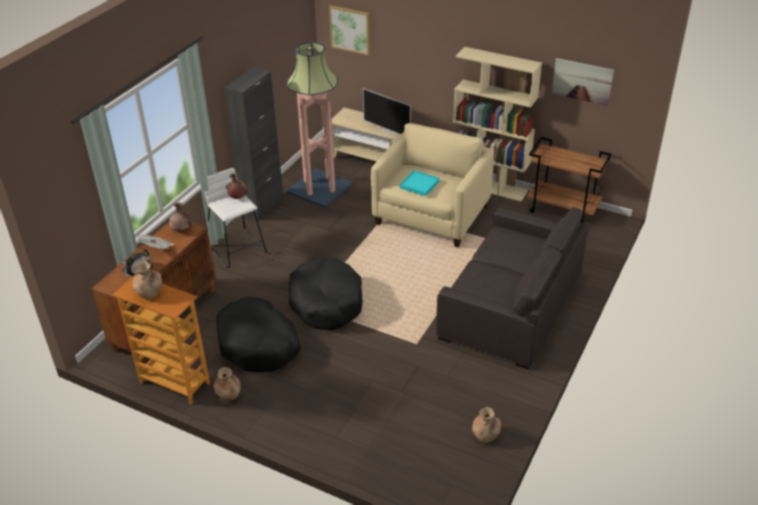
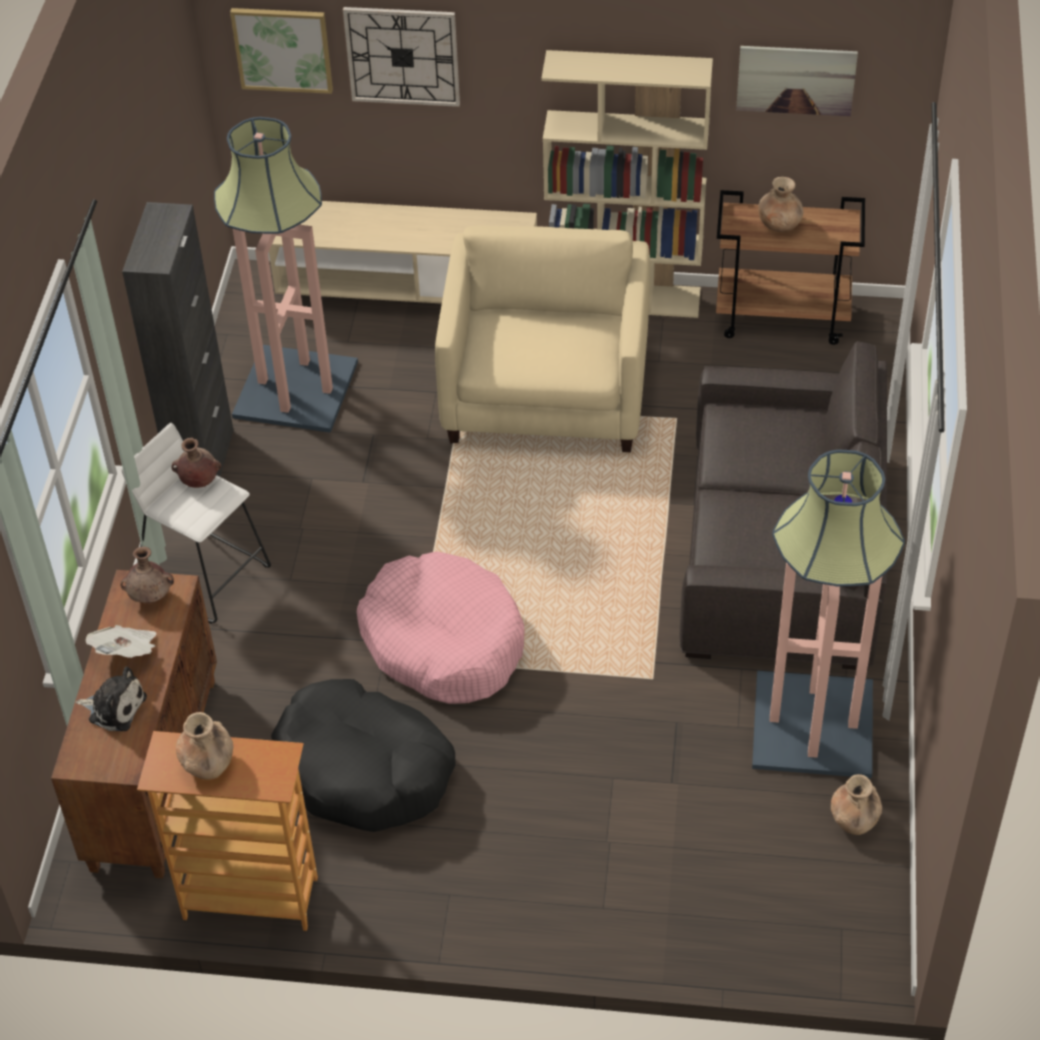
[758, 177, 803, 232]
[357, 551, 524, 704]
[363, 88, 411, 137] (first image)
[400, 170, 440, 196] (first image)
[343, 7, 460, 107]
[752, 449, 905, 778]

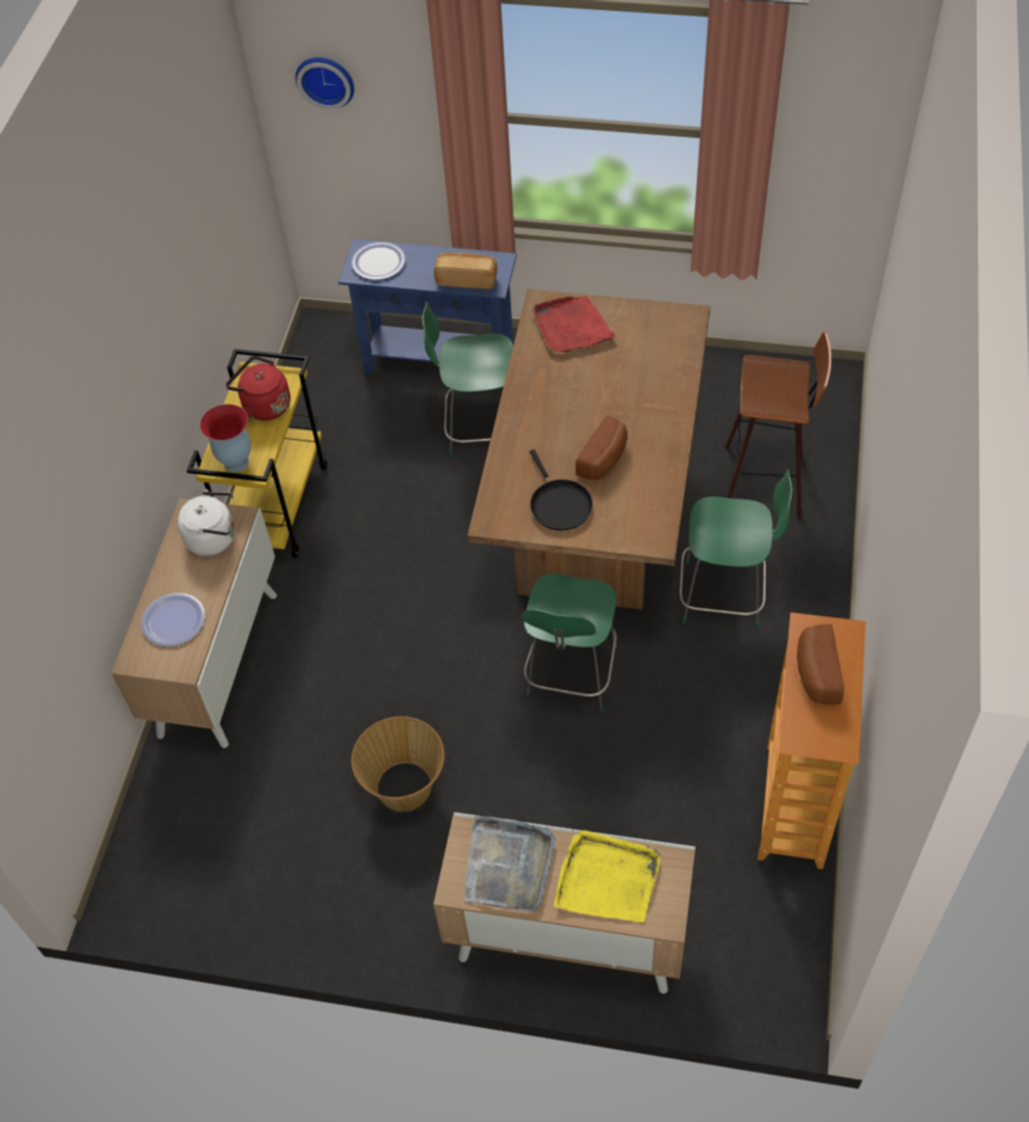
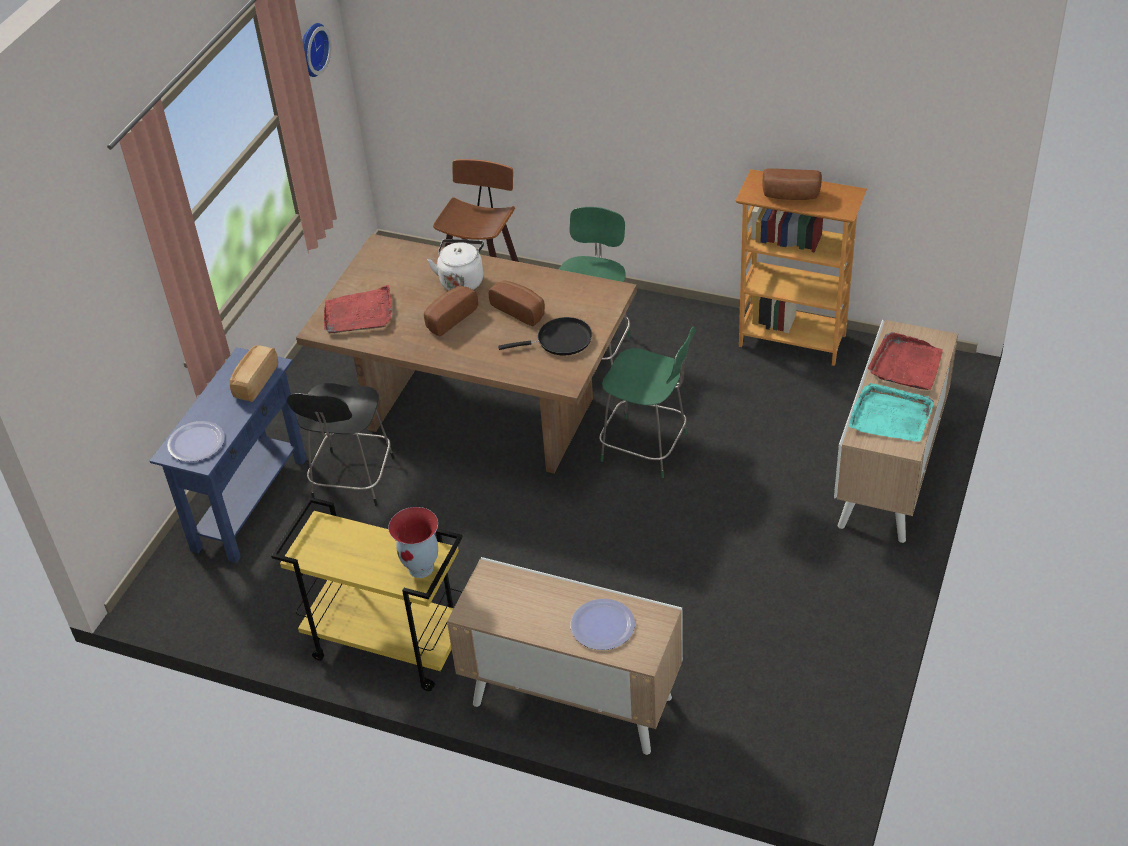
[427, 239, 484, 291]
[226, 356, 291, 421] (first image)
[302, 23, 332, 77]
[351, 716, 445, 811] (first image)
[287, 383, 395, 506]
[849, 383, 934, 442]
[868, 332, 943, 390]
[424, 286, 478, 336]

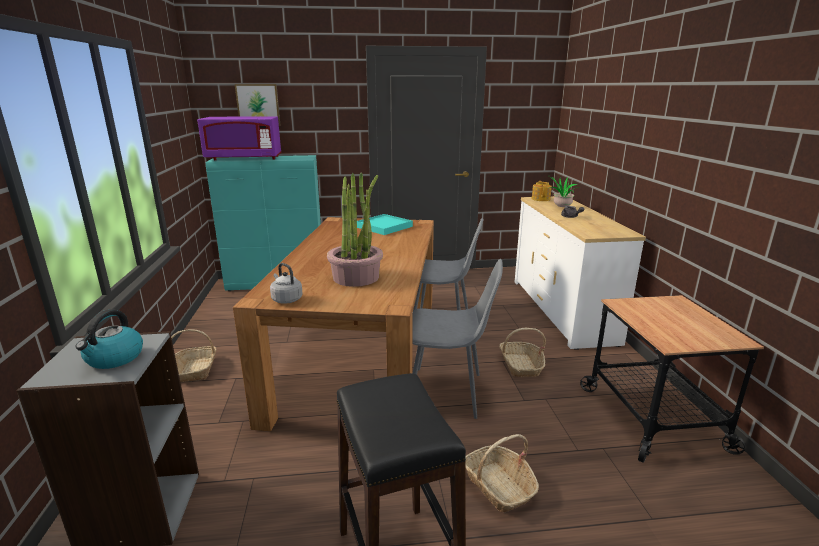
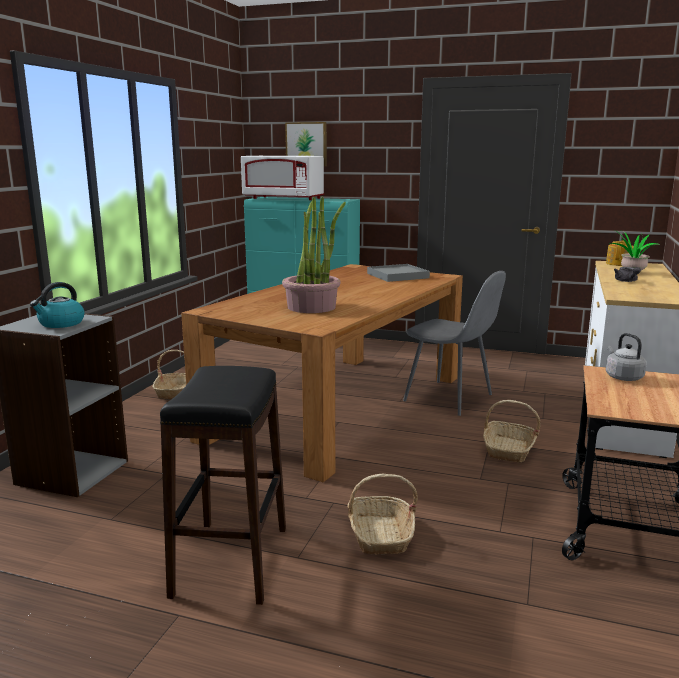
[241, 156, 324, 200]
[606, 333, 647, 381]
[367, 264, 430, 282]
[412, 259, 503, 419] (first image)

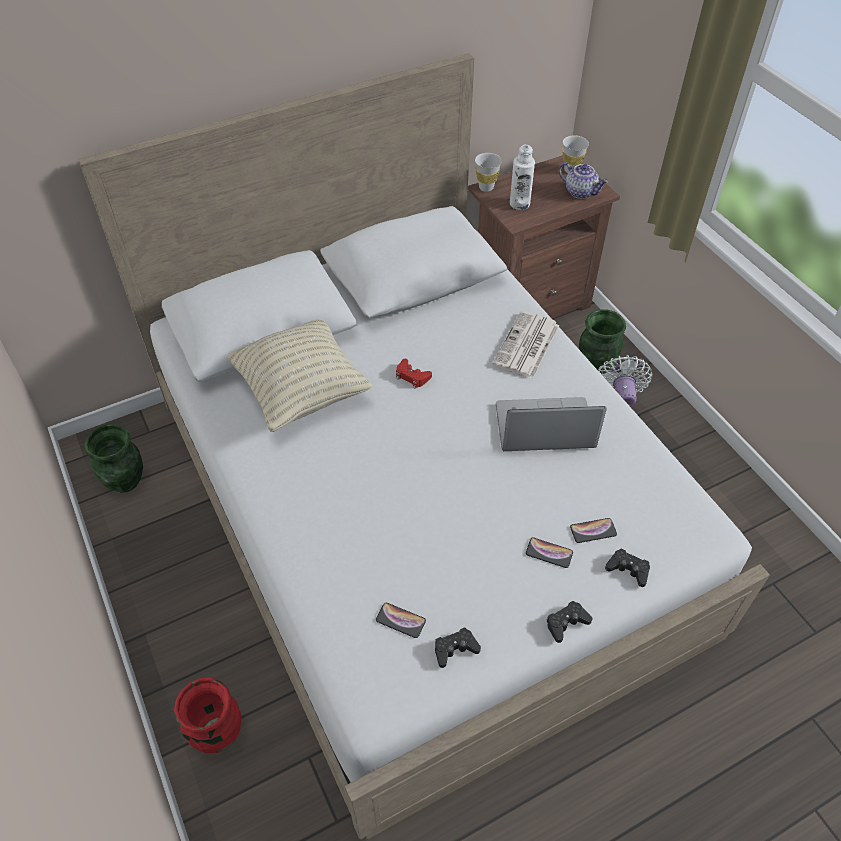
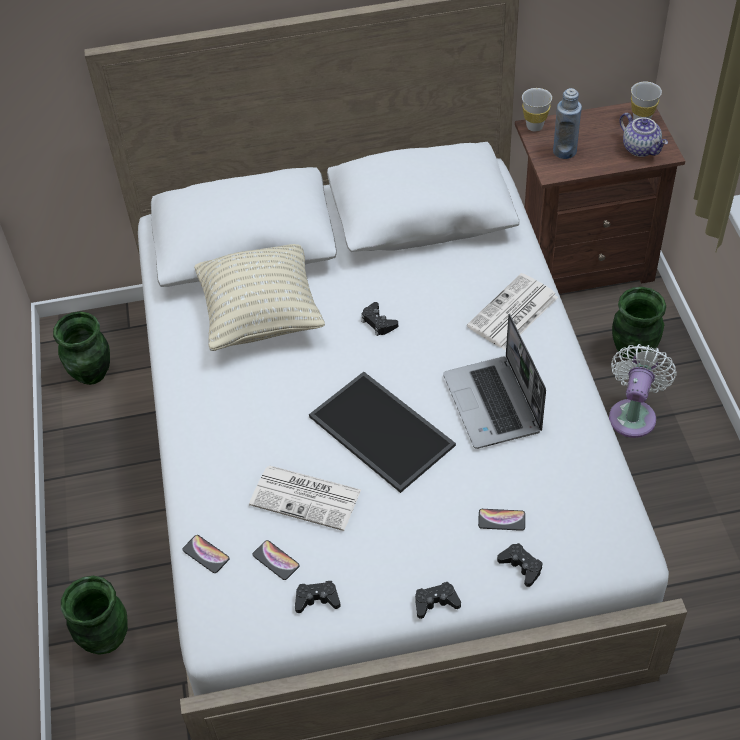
[61, 576, 128, 655]
[361, 302, 398, 336]
[443, 314, 546, 449]
[553, 88, 582, 159]
[182, 535, 230, 573]
[249, 465, 361, 531]
[309, 372, 456, 493]

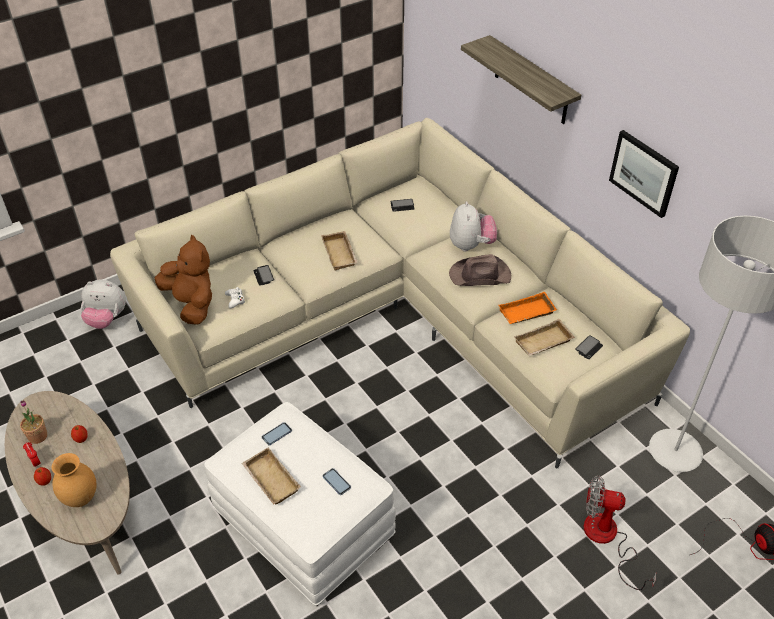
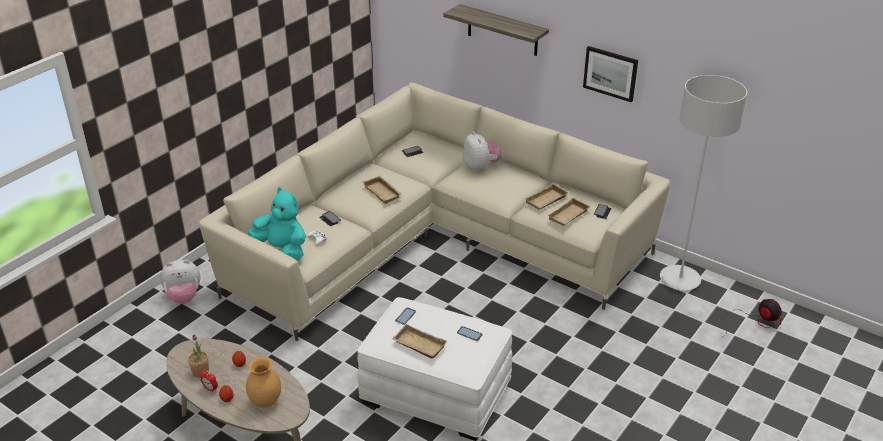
[248, 187, 306, 261]
[449, 254, 511, 286] (first image)
[525, 183, 569, 209]
[583, 476, 656, 590] (first image)

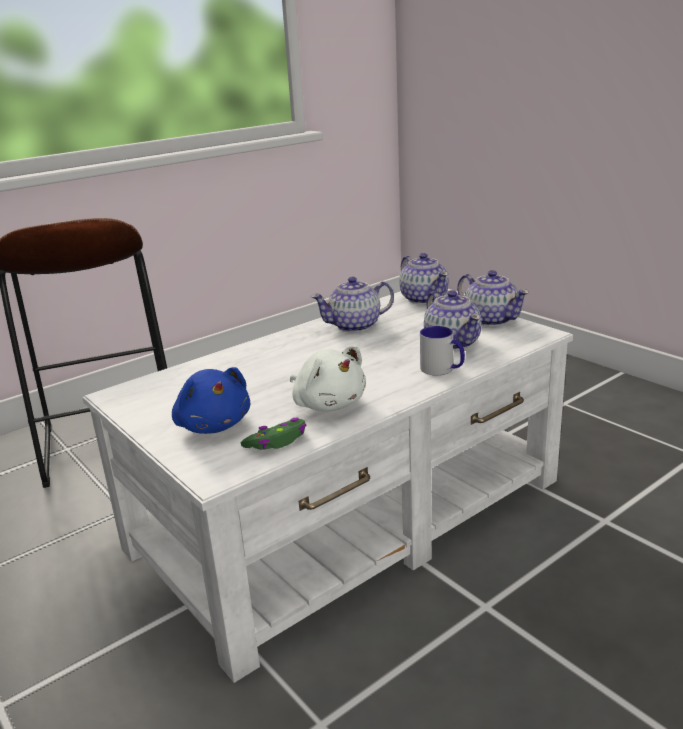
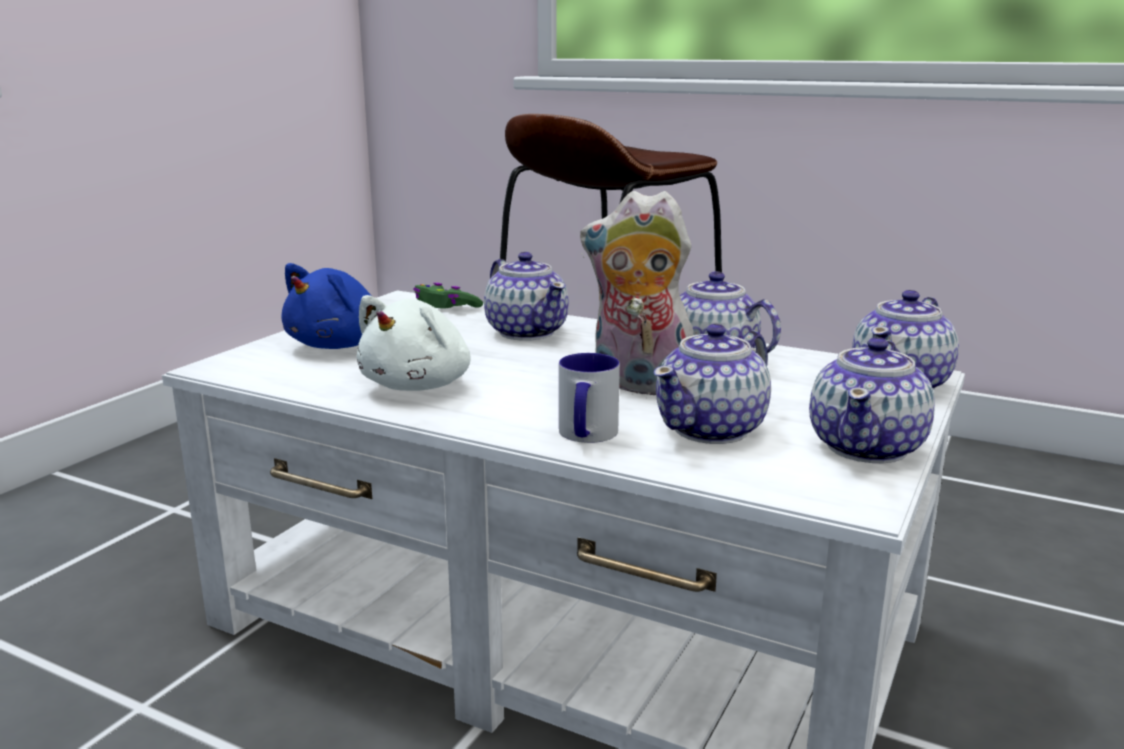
[413, 283, 484, 309]
[484, 252, 569, 341]
[580, 191, 694, 395]

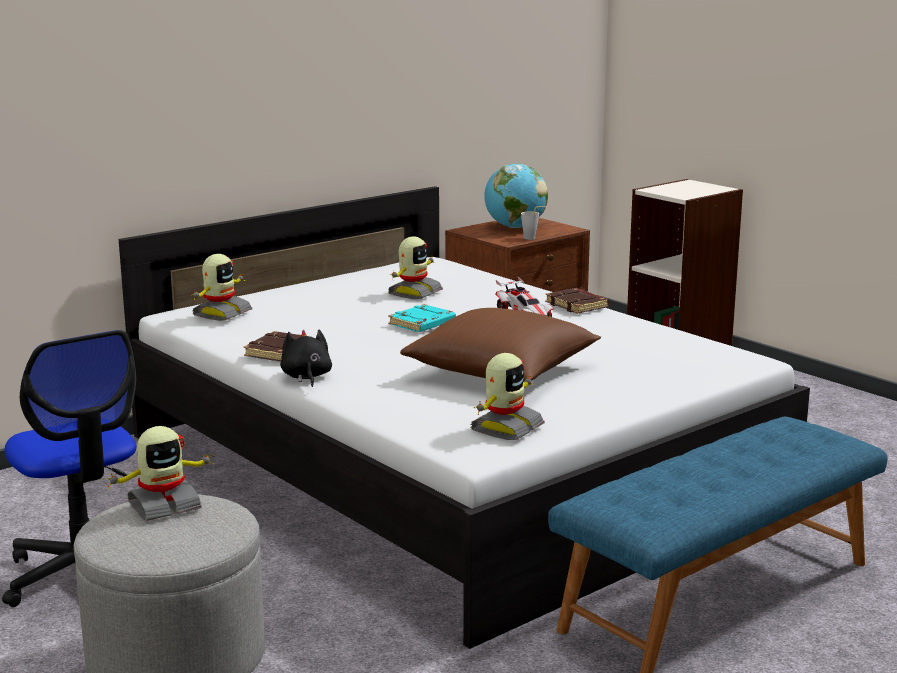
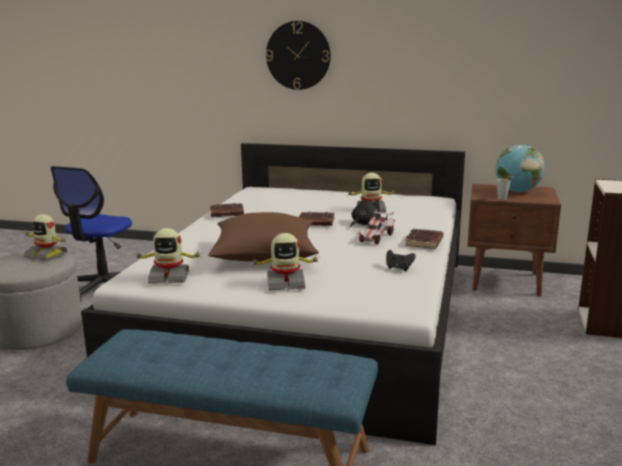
[250, 233, 320, 291]
[350, 197, 381, 227]
[299, 212, 335, 226]
[266, 21, 331, 90]
[386, 250, 416, 271]

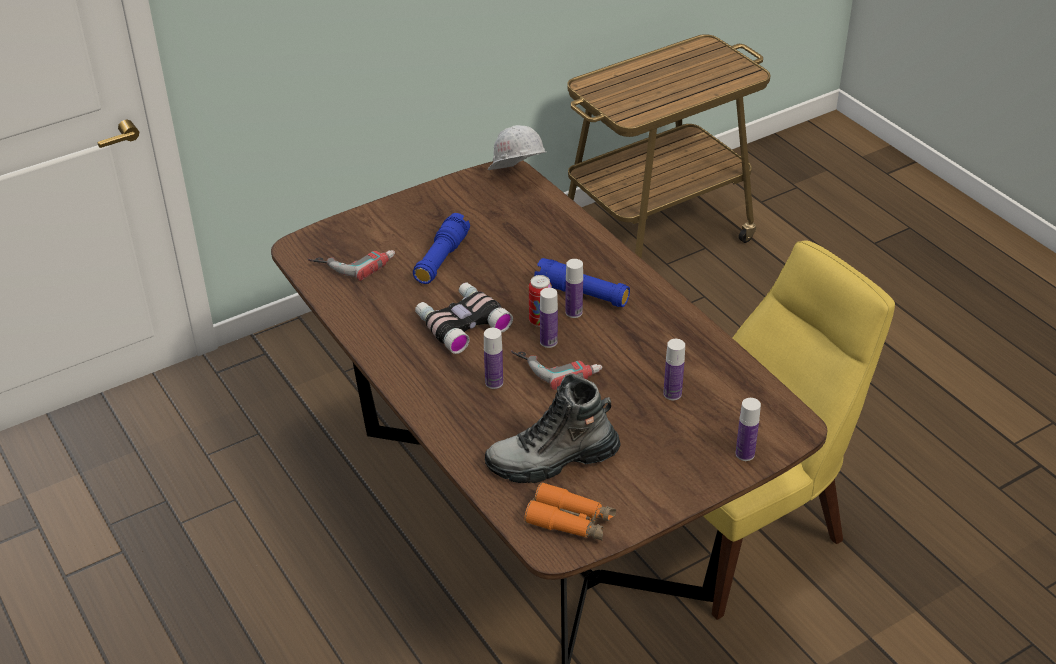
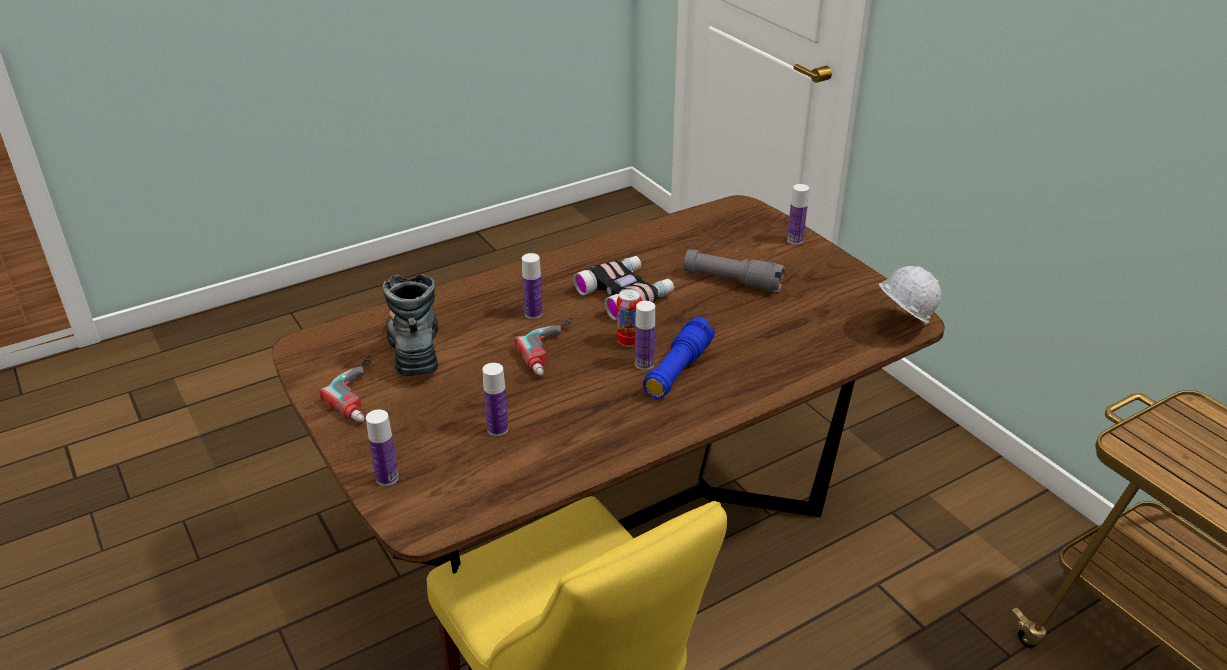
[319, 355, 371, 422]
[684, 249, 785, 292]
[525, 482, 616, 541] (first image)
[787, 184, 809, 244]

